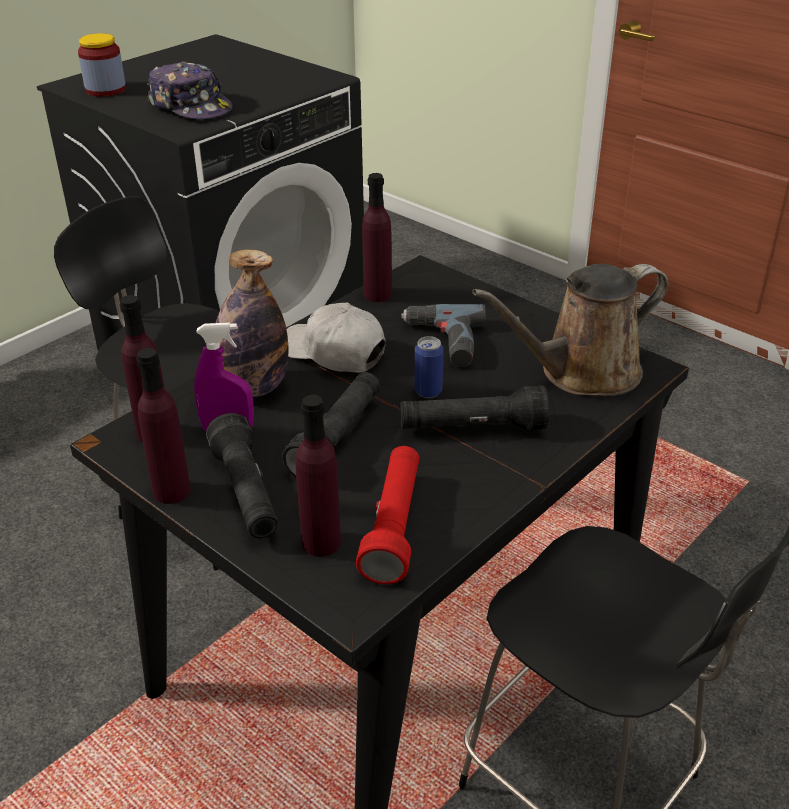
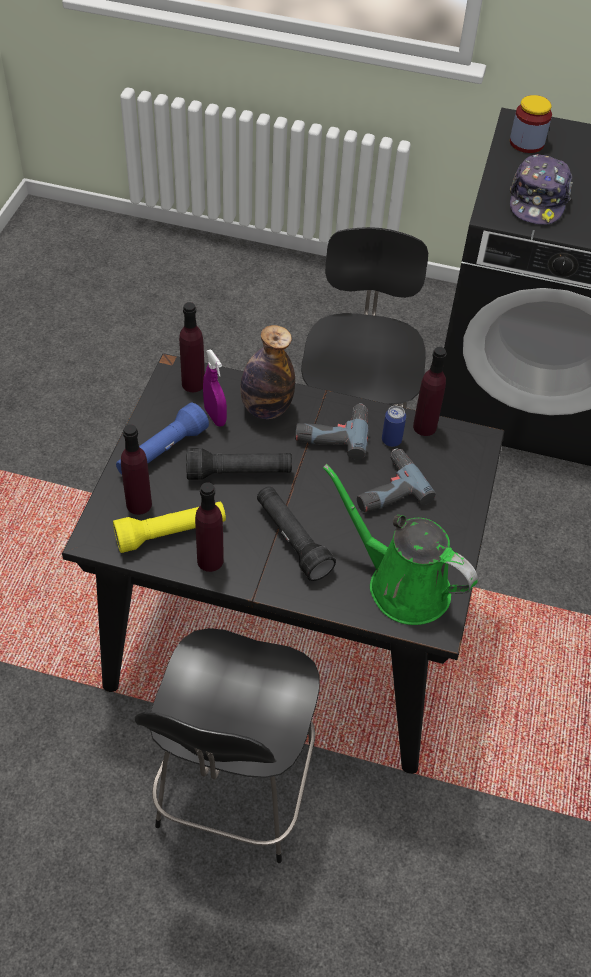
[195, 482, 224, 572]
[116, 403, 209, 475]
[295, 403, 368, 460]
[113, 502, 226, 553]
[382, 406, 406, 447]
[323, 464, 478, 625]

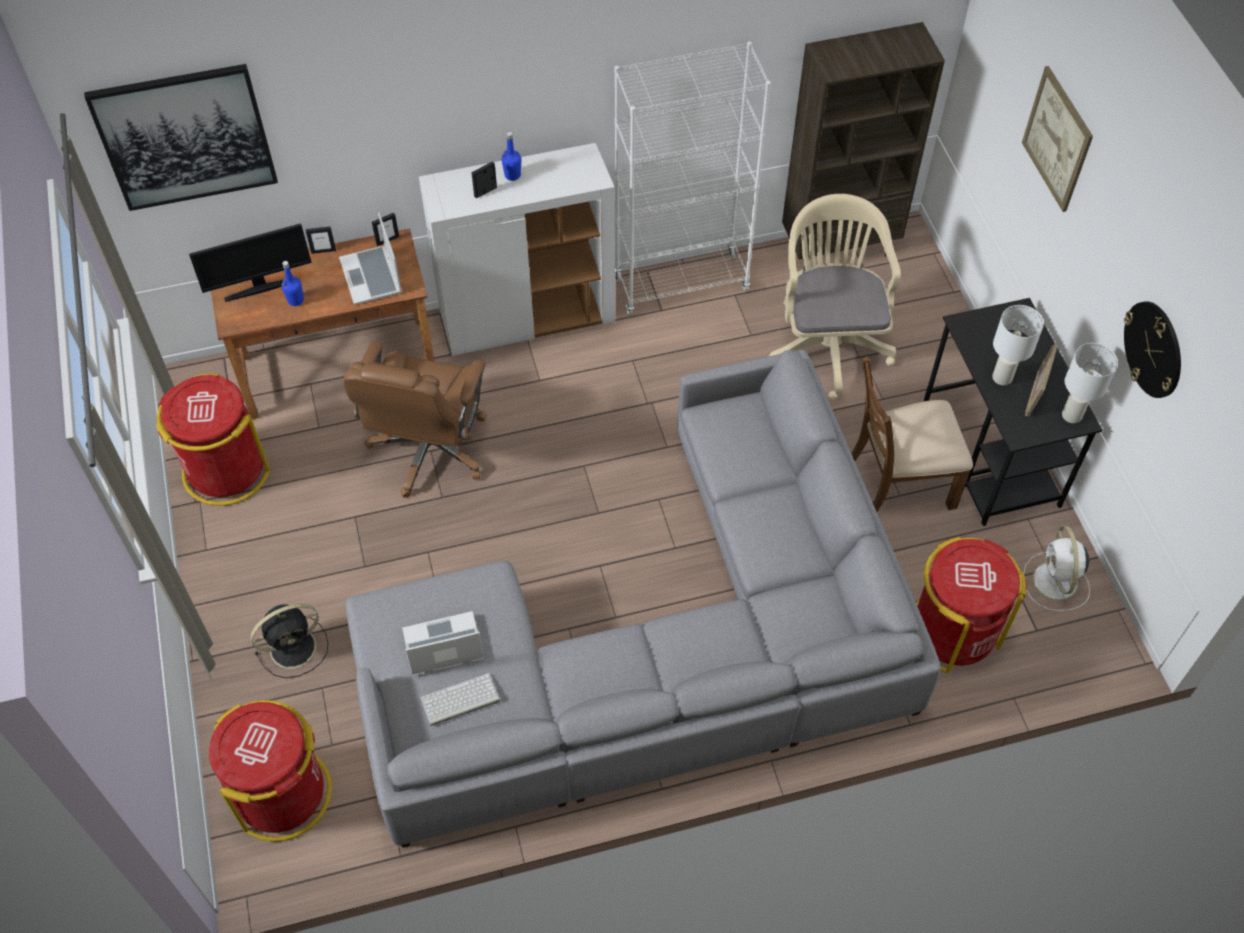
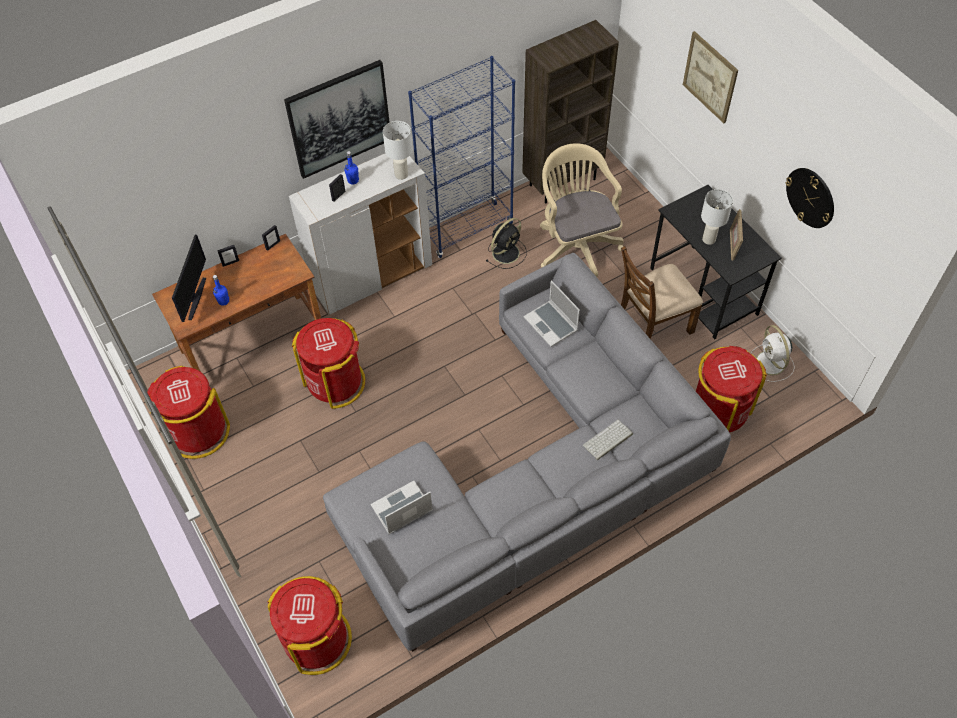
[284, 60, 390, 179]
[172, 235, 206, 322]
[486, 218, 527, 269]
[524, 280, 580, 347]
[292, 318, 365, 409]
[583, 420, 633, 460]
[408, 56, 515, 258]
[383, 121, 413, 180]

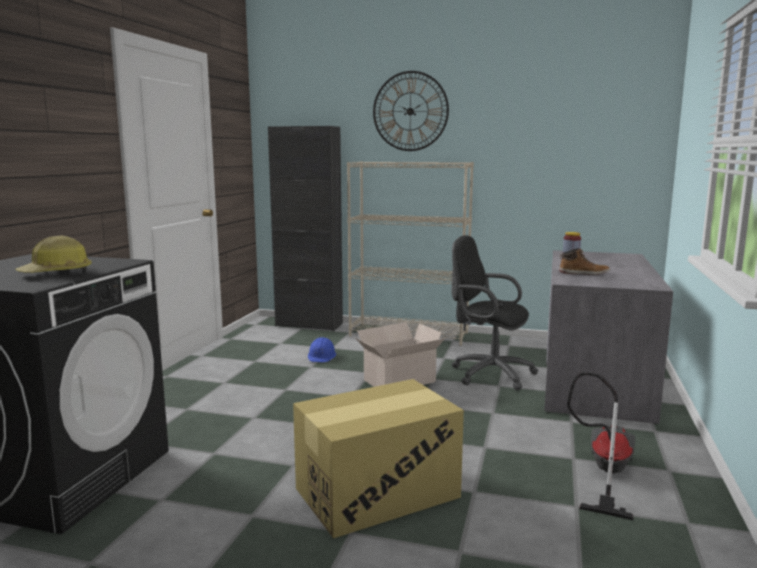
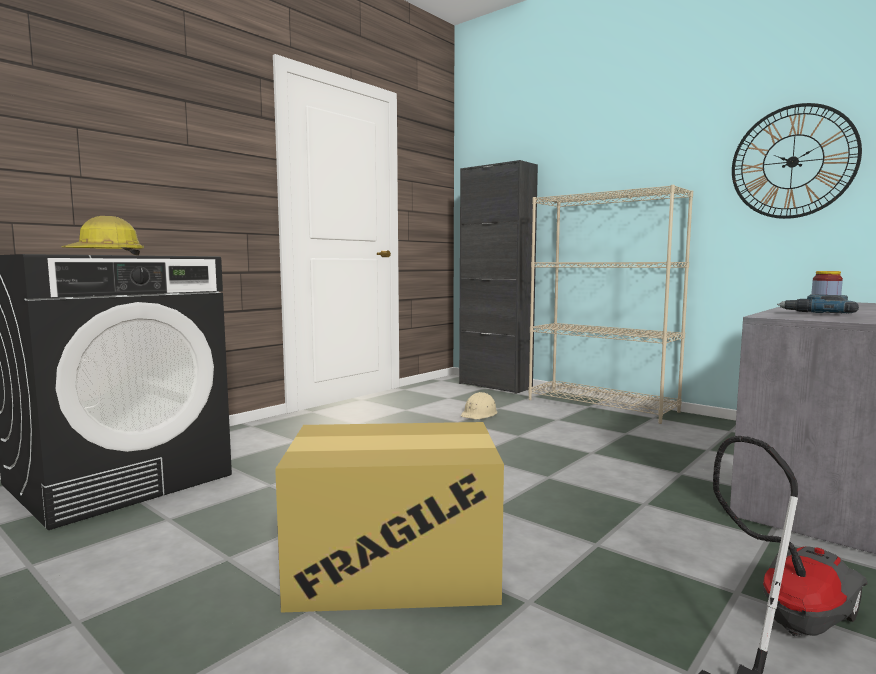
[461, 392, 498, 419]
[355, 322, 445, 387] (first image)
[732, 103, 862, 219]
[451, 235, 538, 390] (first image)
[777, 294, 859, 313]

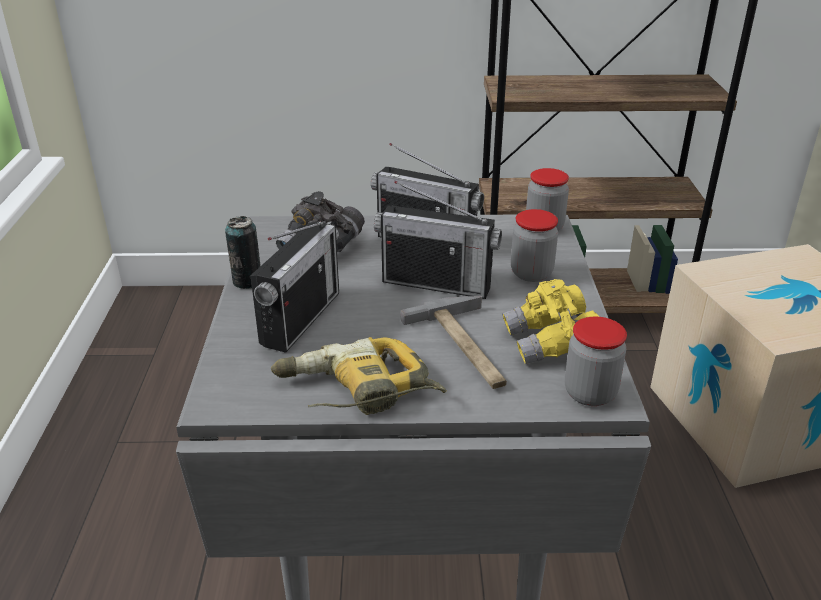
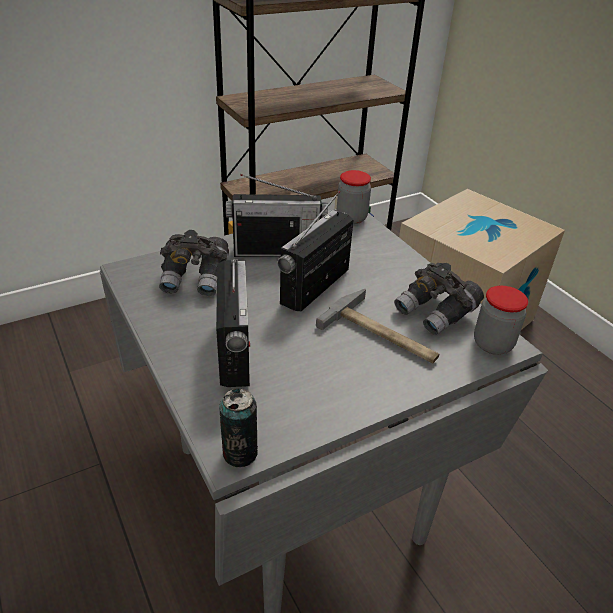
[219, 388, 258, 467]
[271, 337, 446, 415] (first image)
[277, 191, 354, 311]
[394, 263, 484, 336]
[511, 209, 558, 282] (first image)

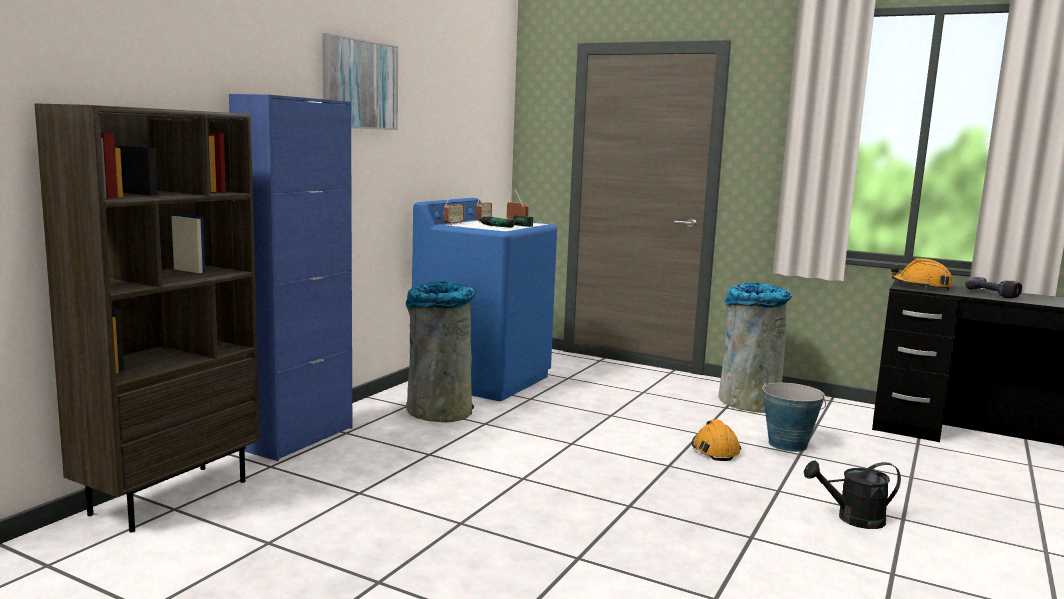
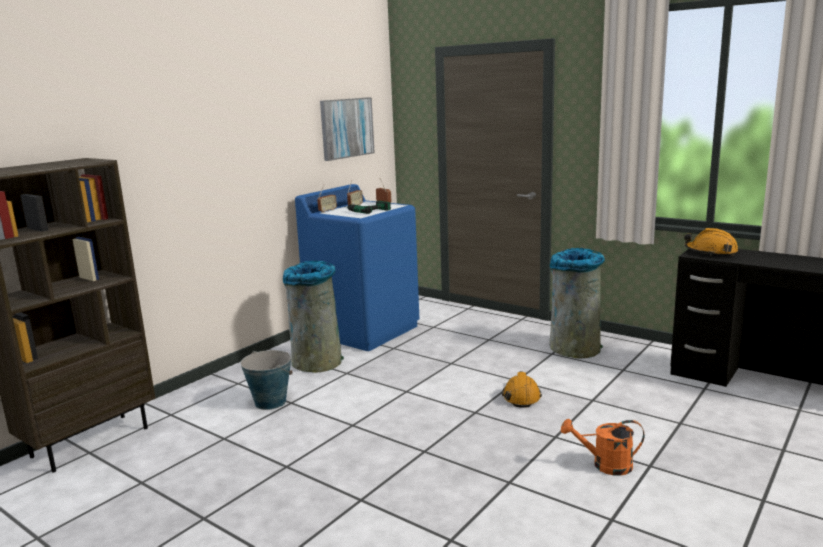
[229, 94, 352, 461] (first image)
[320, 97, 375, 161]
[240, 350, 293, 410]
[561, 419, 644, 476]
[965, 277, 1022, 298] (first image)

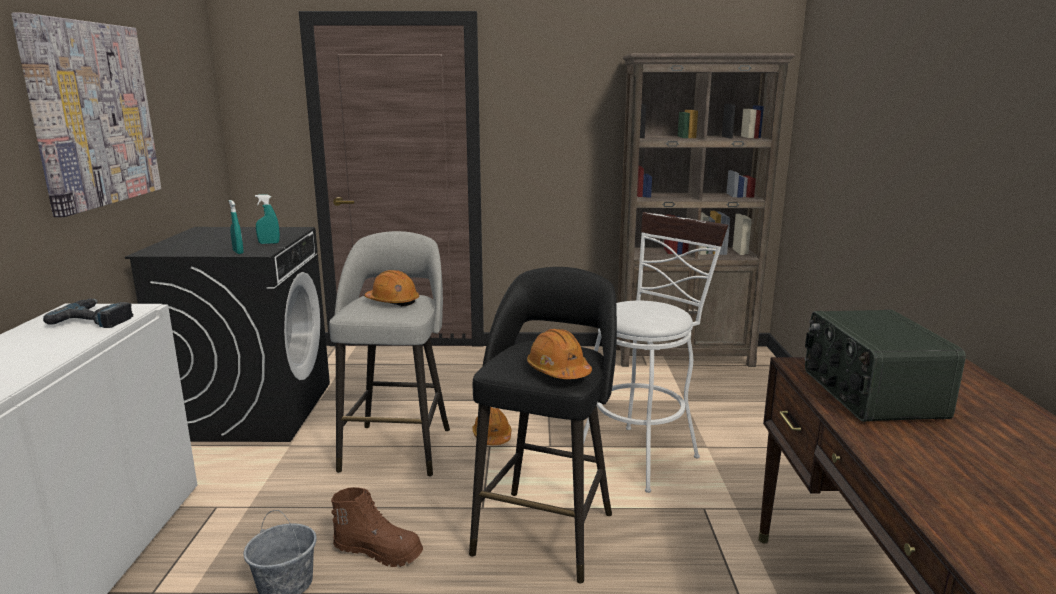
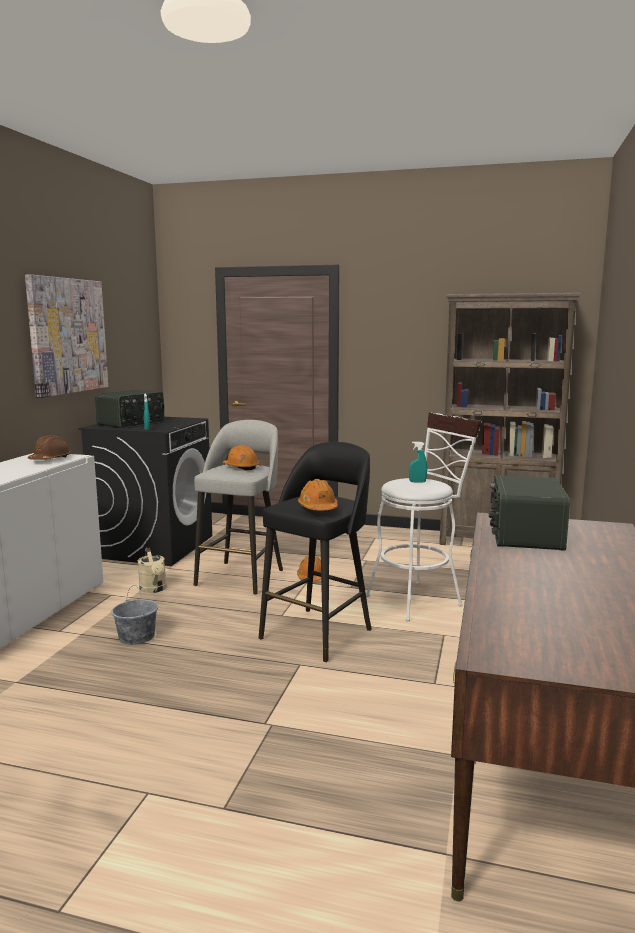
[28, 435, 71, 460]
[409, 441, 427, 482]
[331, 487, 423, 567] (first image)
[95, 390, 165, 428]
[137, 548, 167, 593]

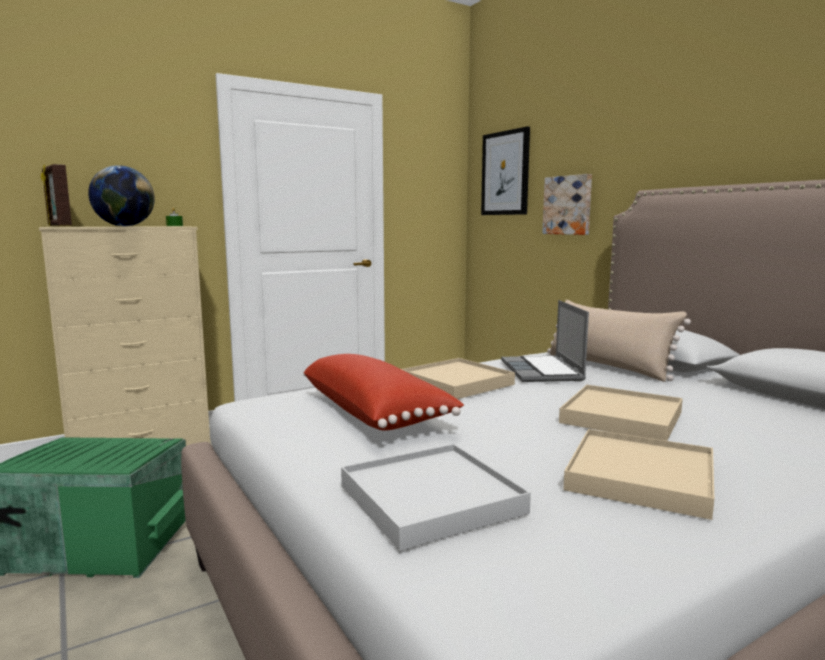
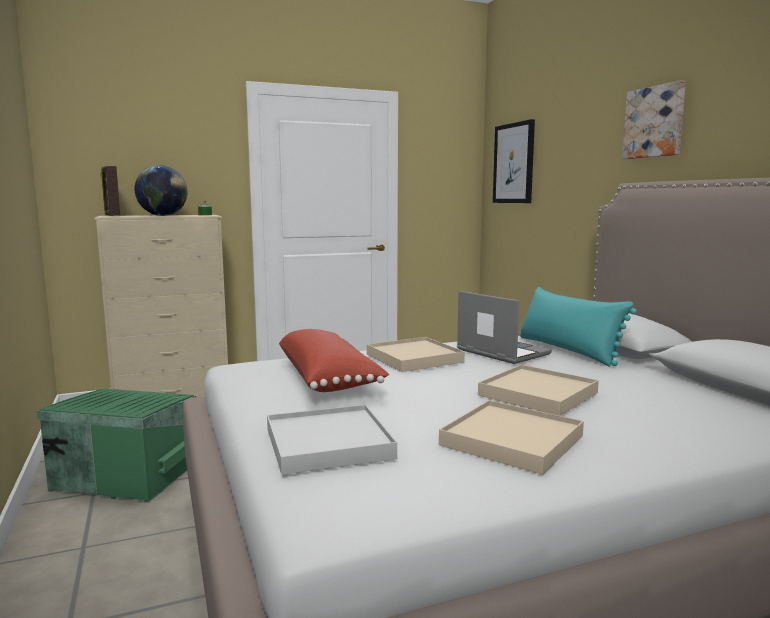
[457, 291, 552, 364]
[622, 80, 686, 159]
[519, 287, 637, 366]

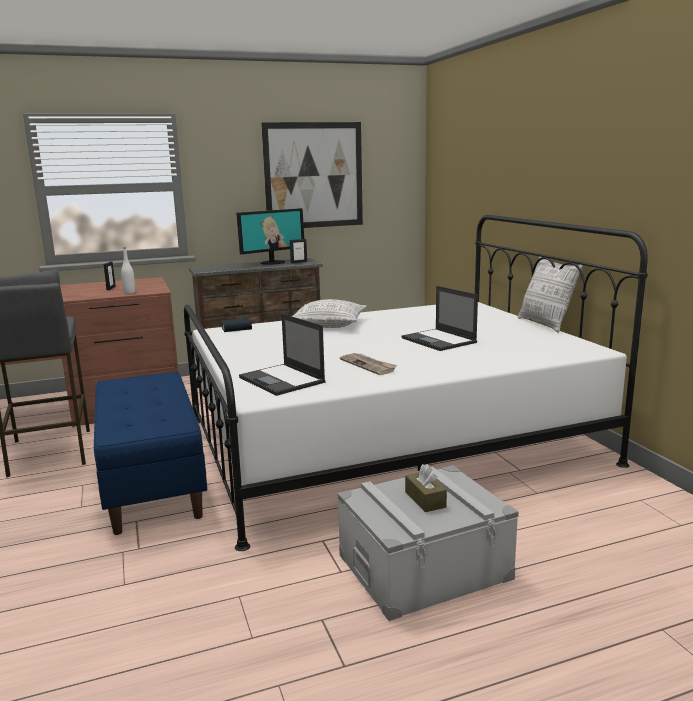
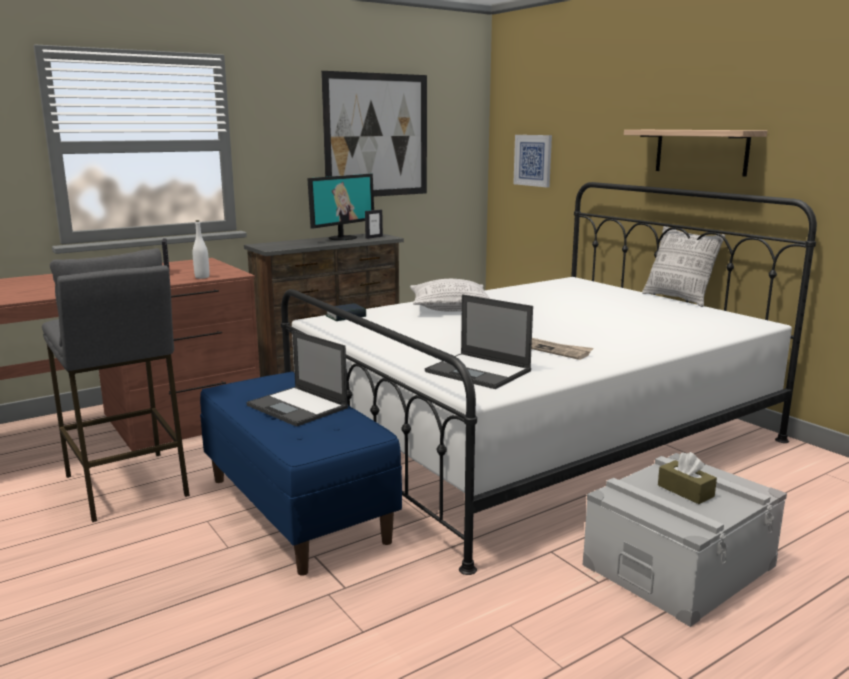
[246, 330, 348, 427]
[513, 135, 552, 187]
[624, 130, 767, 176]

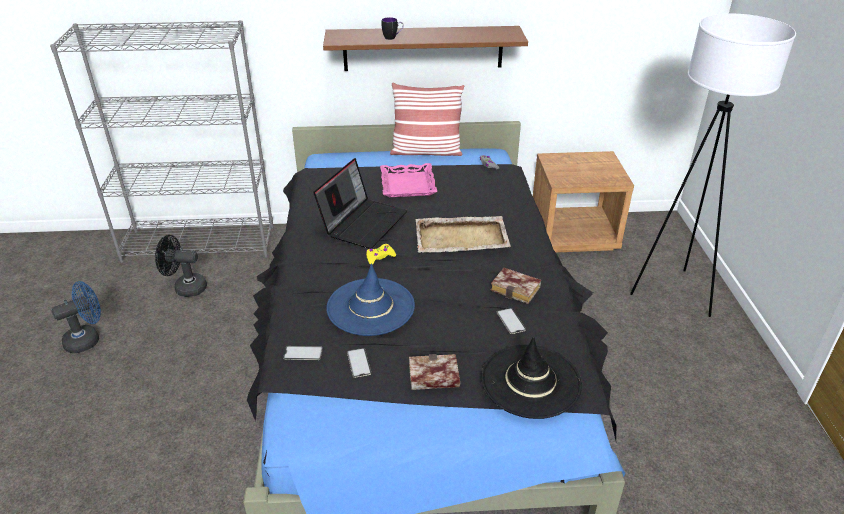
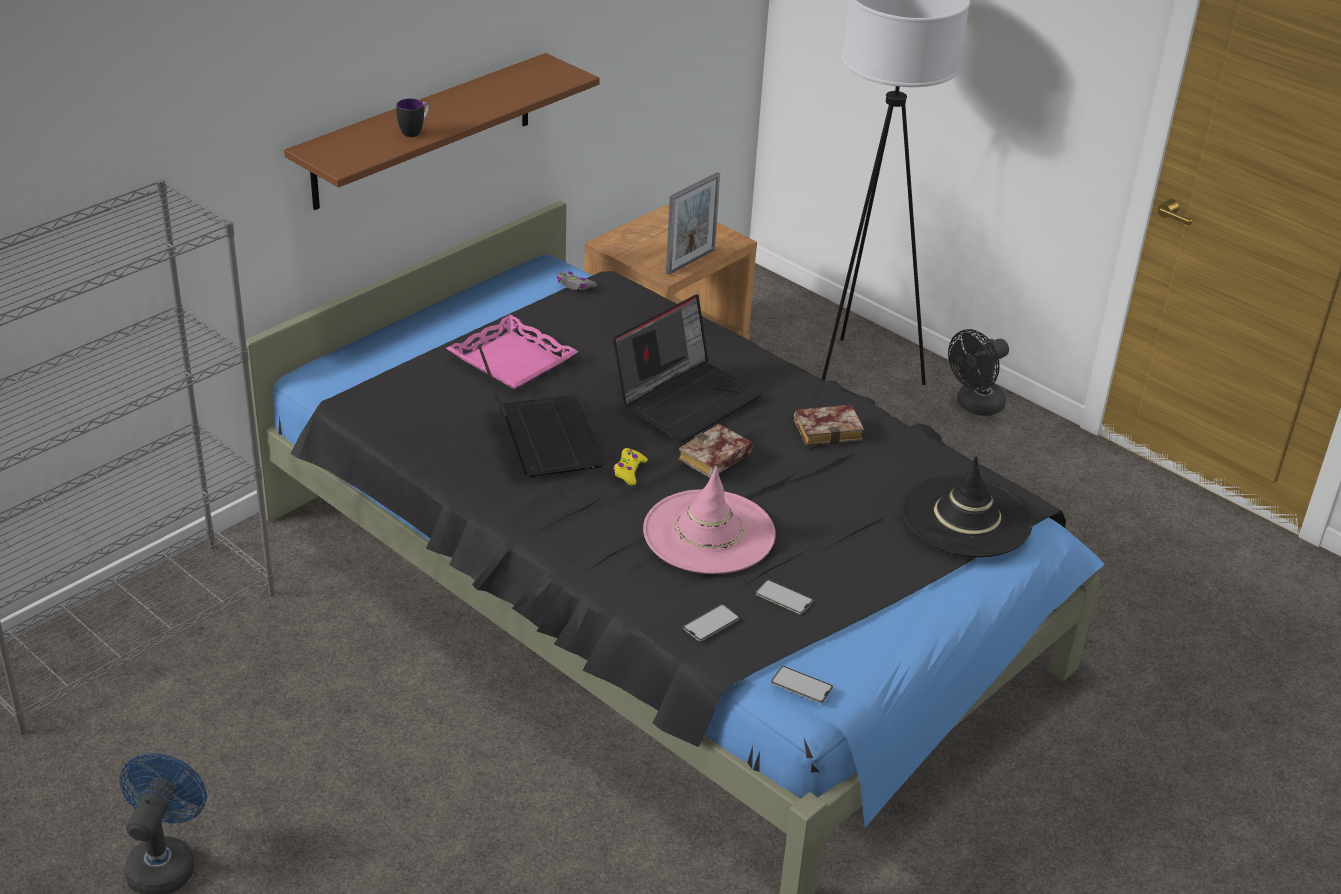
[948, 329, 1009, 416]
[643, 466, 776, 574]
[390, 83, 464, 156] (first image)
[678, 424, 753, 478]
[613, 294, 763, 442]
[771, 666, 833, 703]
[666, 172, 720, 275]

